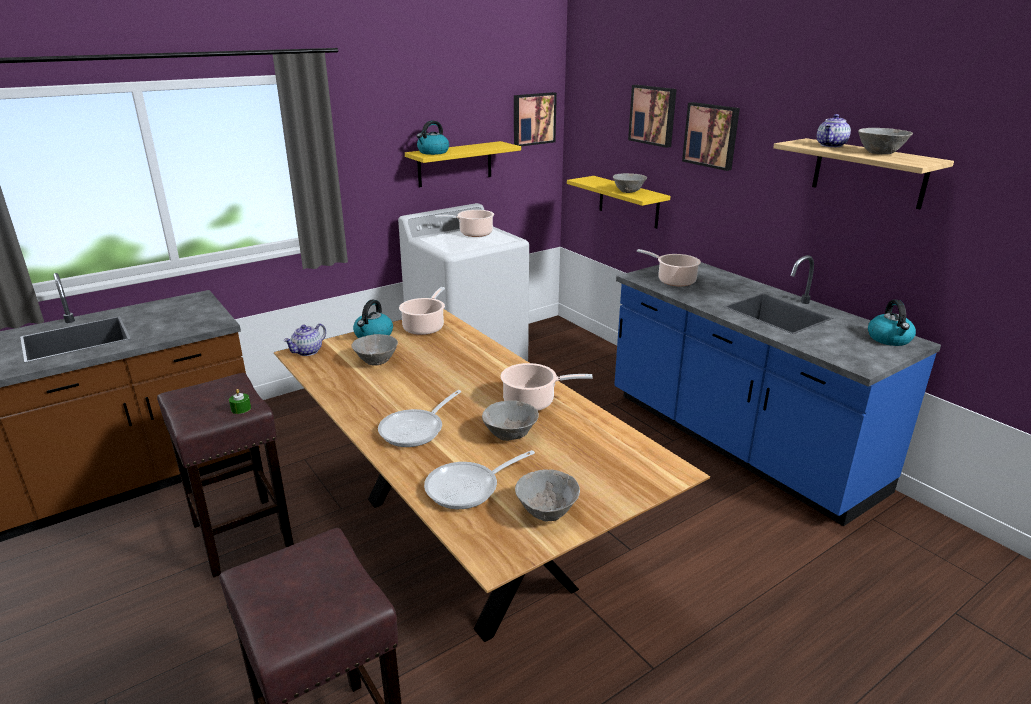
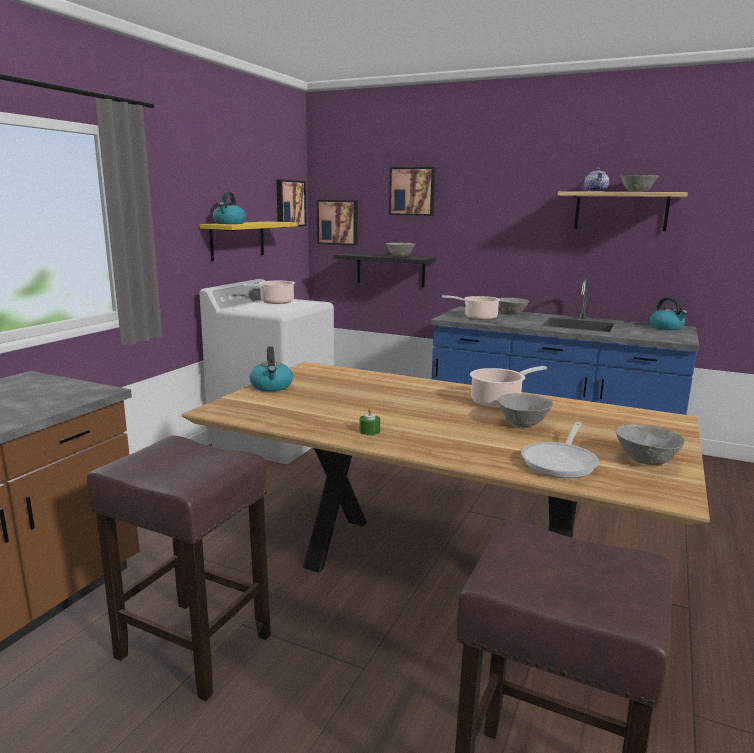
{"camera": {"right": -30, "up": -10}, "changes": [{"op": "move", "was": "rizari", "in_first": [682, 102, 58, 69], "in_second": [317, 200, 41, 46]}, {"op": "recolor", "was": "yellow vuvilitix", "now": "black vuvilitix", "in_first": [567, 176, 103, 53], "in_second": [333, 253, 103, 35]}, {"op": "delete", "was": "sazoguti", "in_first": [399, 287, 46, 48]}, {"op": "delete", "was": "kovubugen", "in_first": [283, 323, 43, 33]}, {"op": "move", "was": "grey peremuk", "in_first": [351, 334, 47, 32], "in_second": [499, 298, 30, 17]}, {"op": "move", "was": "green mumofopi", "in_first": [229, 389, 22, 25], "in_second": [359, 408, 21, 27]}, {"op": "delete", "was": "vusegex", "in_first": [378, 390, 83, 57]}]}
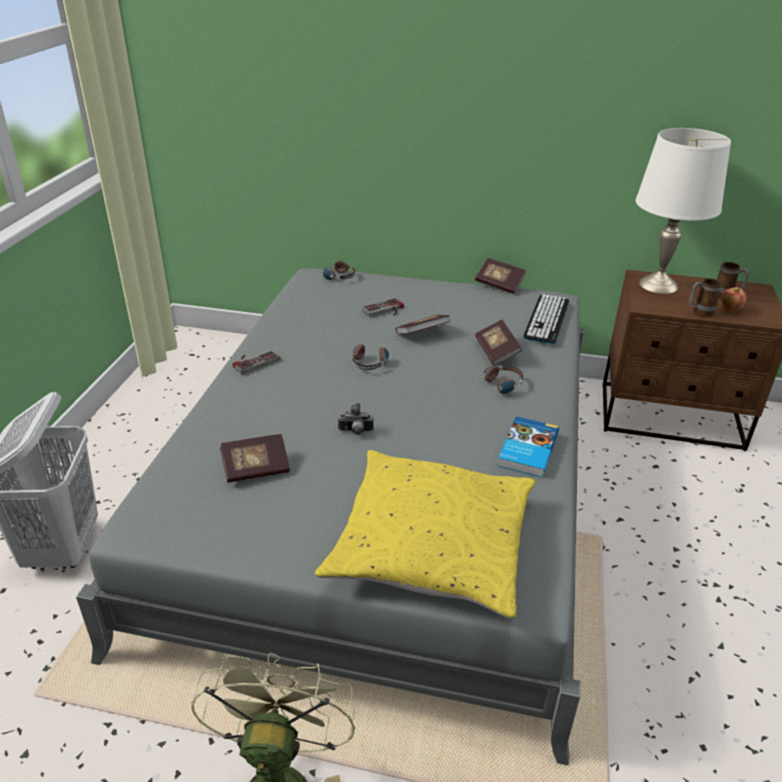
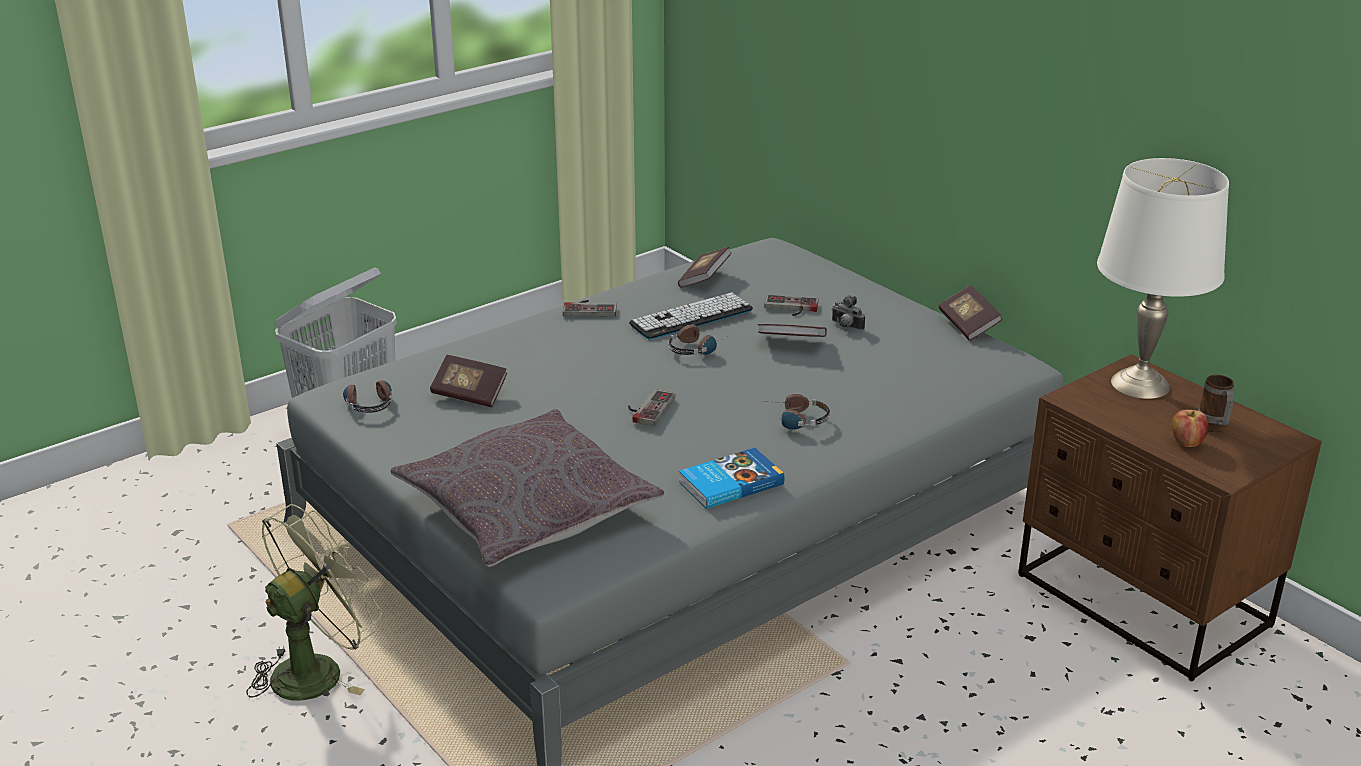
{"camera": {"right": 40, "up": -5}, "changes": [{"op": "move", "was": "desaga", "in_first": [323, 260, 33, 20], "in_second": [343, 376, 50, 37]}, {"op": "delete", "was": "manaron", "in_first": [689, 278, 33, 39]}, {"op": "move", "was": "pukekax", "in_first": [523, 294, 46, 50], "in_second": [629, 293, 124, 47]}, {"op": "move", "was": "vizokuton", "in_first": [475, 320, 47, 46], "in_second": [678, 247, 54, 41]}, {"op": "move", "was": "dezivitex", "in_first": [338, 403, 36, 32], "in_second": [832, 295, 33, 36]}, {"op": "recolor", "was": "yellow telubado", "now": "grey telubado", "in_first": [315, 450, 221, 169], "in_second": [390, 409, 274, 158]}, {"op": "insert", "now": "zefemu", "in_second": [628, 389, 47, 37]}]}
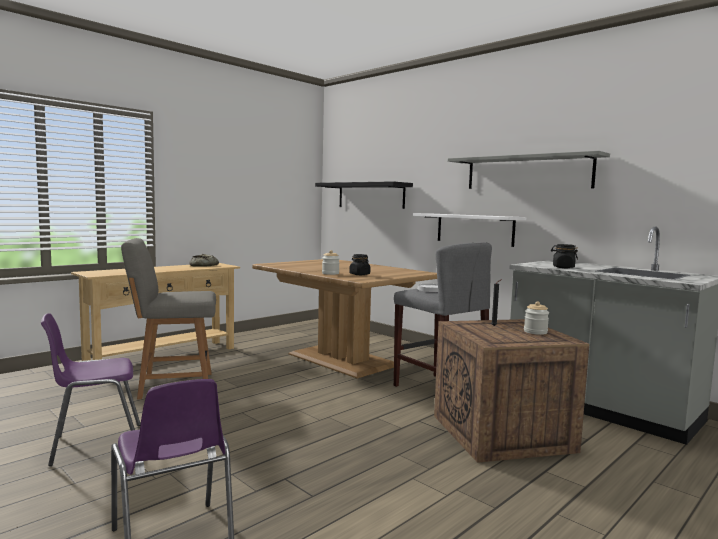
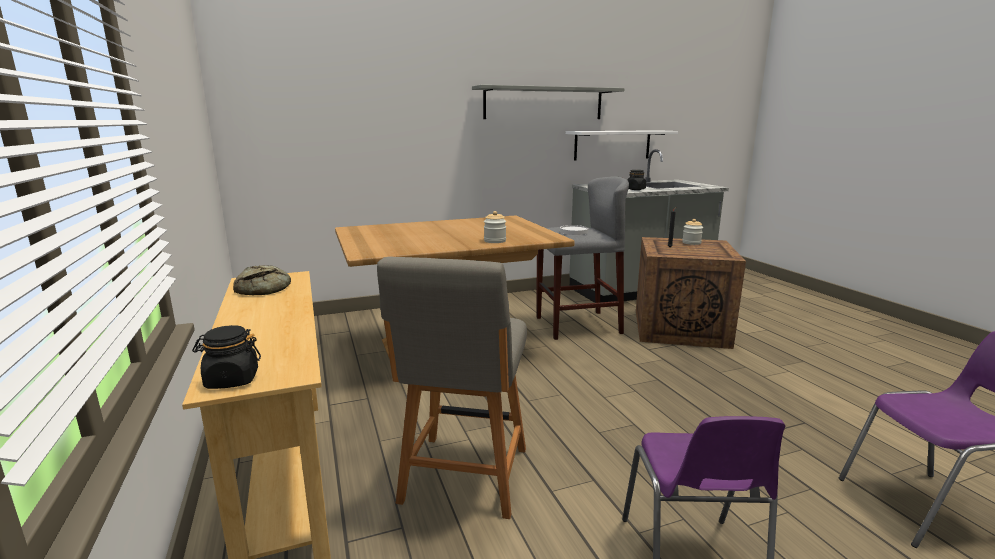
{"camera": {"right": -65, "up": 10}, "changes": [{"op": "delete", "was": "black vuvilitix", "in_first": [315, 181, 98, 28]}, {"op": "move", "was": "white vuvilitix", "in_first": [413, 213, 113, 34], "in_second": [566, 130, 112, 31]}, {"op": "move", "was": "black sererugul", "in_first": [349, 254, 21, 21], "in_second": [192, 325, 69, 64]}]}
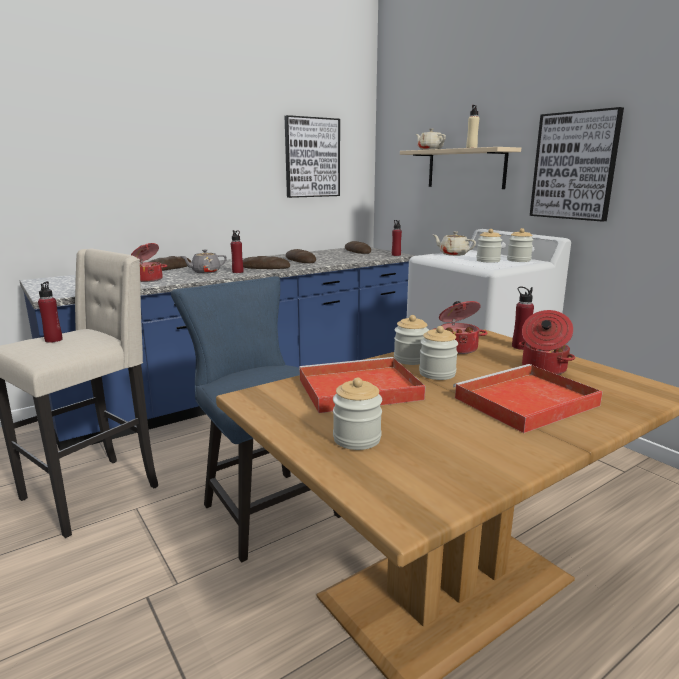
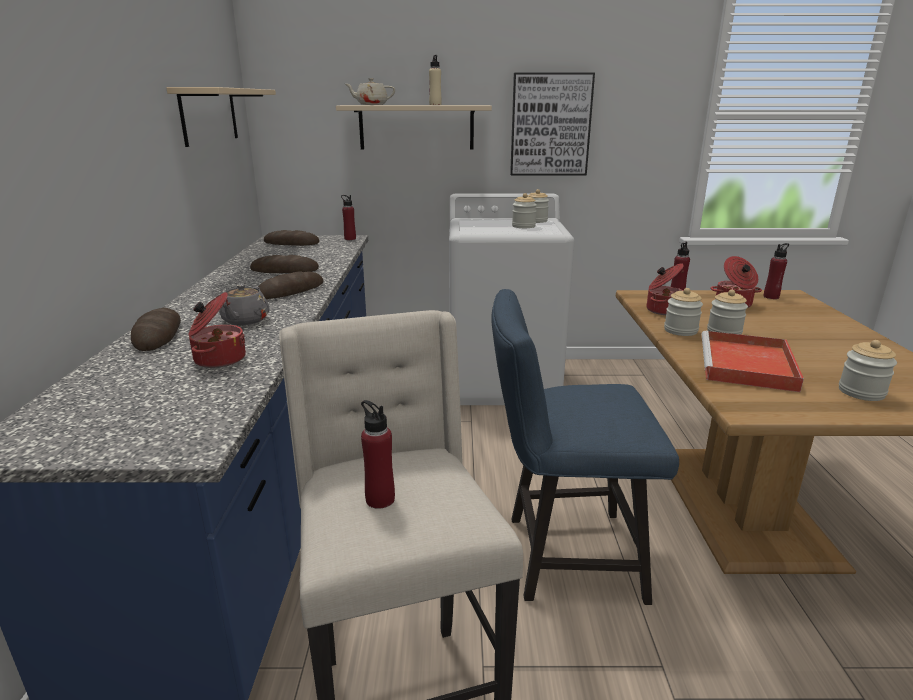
{"camera": {"right": -55, "up": 5}, "changes": [{"op": "replace", "was": "rizari", "now": "beige vuvilitix", "in_first": [285, 115, 55, 83], "in_second": [166, 87, 110, 60]}, {"op": "move", "was": "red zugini", "in_first": [231, 230, 13, 43], "in_second": [763, 243, 26, 56]}, {"op": "delete", "was": "beige kovubugen", "in_first": [433, 231, 43, 25]}, {"op": "delete", "was": "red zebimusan", "in_first": [453, 364, 150, 69]}]}
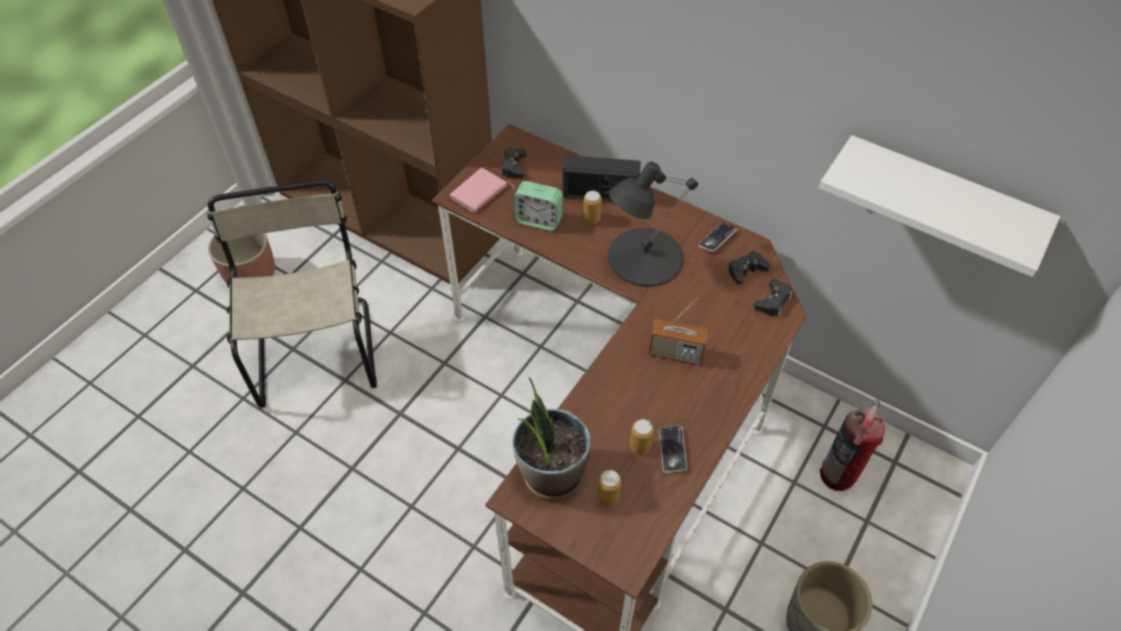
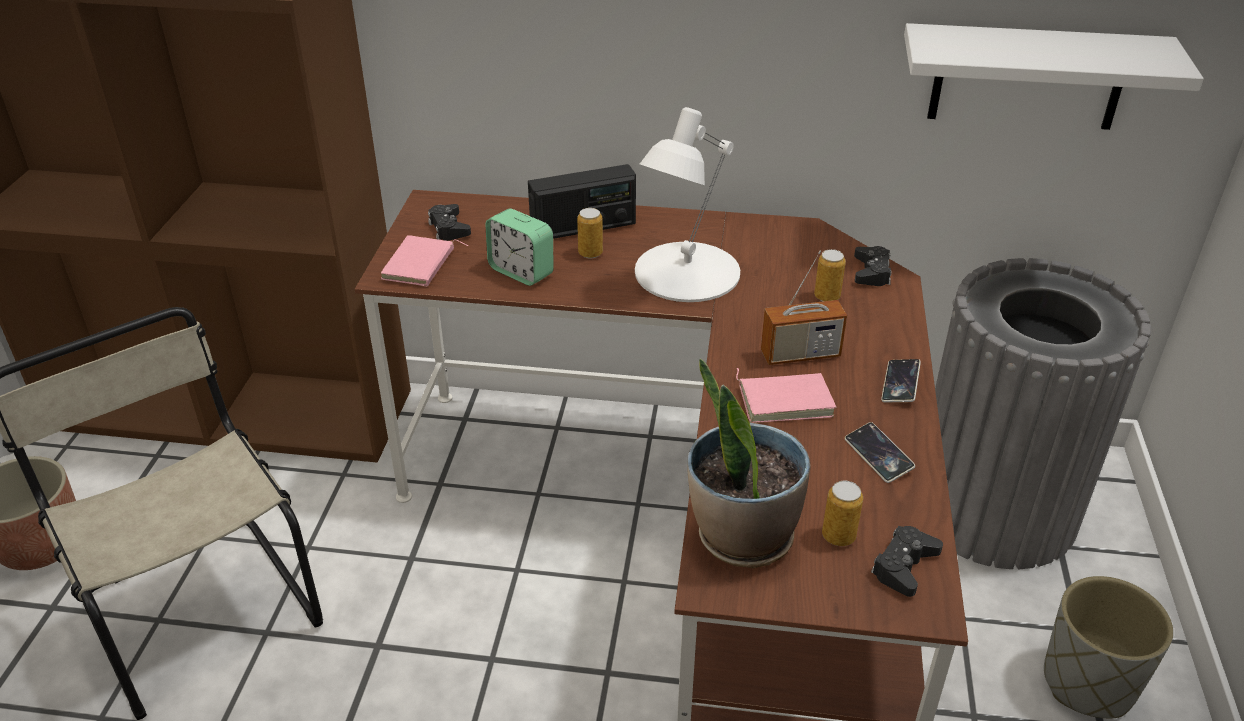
{"camera": {"right": -25, "up": -15}, "changes": [{"op": "recolor", "was": "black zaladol", "now": "white zaladol", "in_first": [608, 161, 90, 126], "in_second": [635, 107, 105, 195]}, {"op": "rotate", "was": "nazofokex", "in_first": [514, 181, 49, 50], "in_second": [485, 209, 69, 77], "clockwise": 45}, {"op": "move", "was": "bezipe", "in_first": [698, 223, 39, 29], "in_second": [881, 359, 40, 43]}, {"op": "move", "was": "black zefemu", "in_first": [728, 251, 43, 34], "in_second": [871, 526, 72, 71]}, {"op": "replace", "was": "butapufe", "now": "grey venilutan", "in_first": [819, 399, 66, 92], "in_second": [935, 258, 216, 311]}, {"op": "move", "was": "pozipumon", "in_first": [630, 419, 24, 36], "in_second": [814, 249, 32, 52]}, {"op": "insert", "now": "pink vizokuton", "in_second": [736, 368, 100, 55]}]}
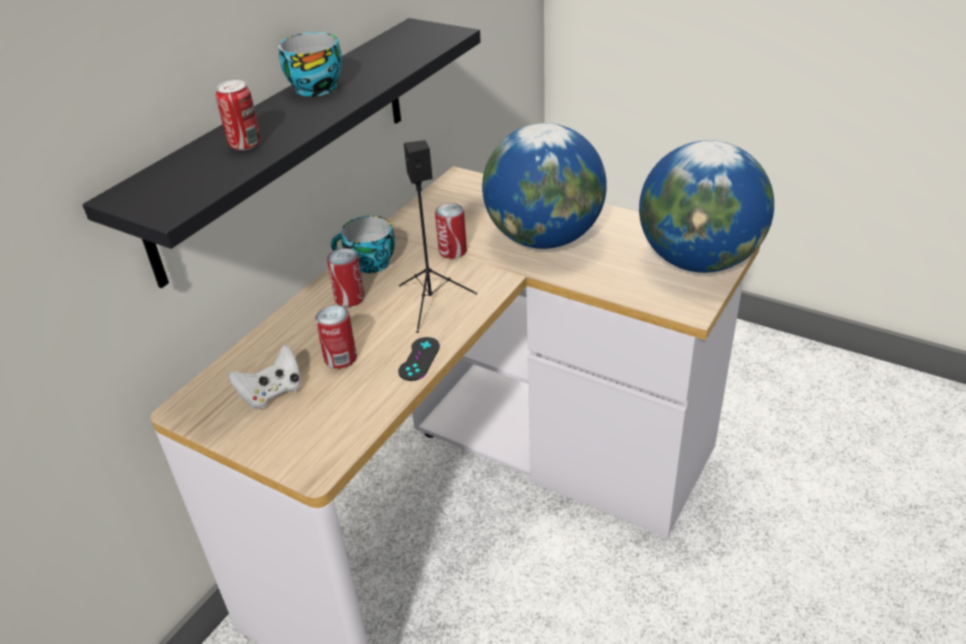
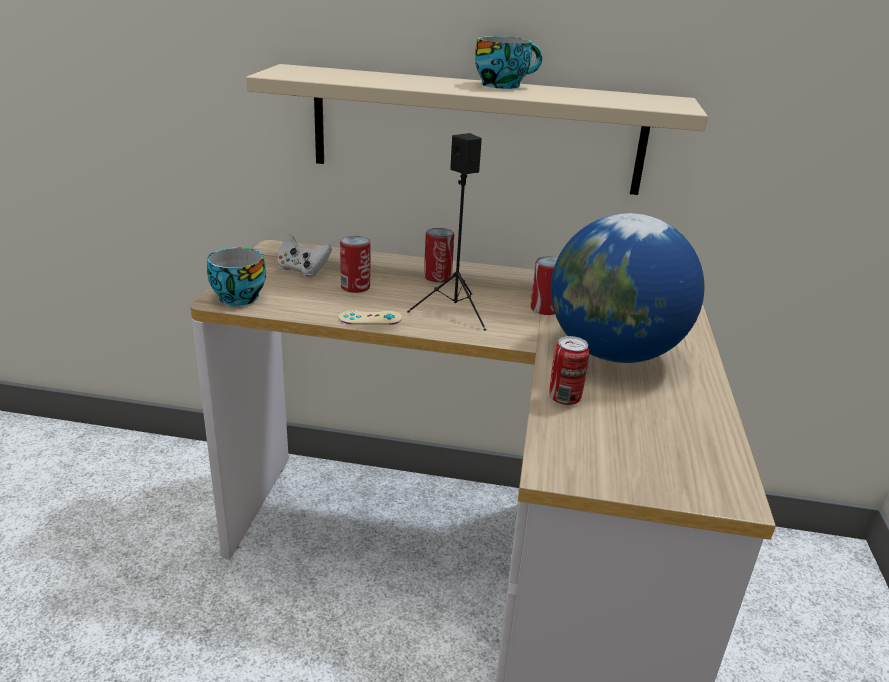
{"camera": {"right": 65, "up": -10}, "changes": [{"op": "recolor", "was": "black vuvilitix", "now": "beige vuvilitix", "in_first": [83, 18, 398, 270], "in_second": [246, 64, 462, 131]}, {"op": "move", "was": "pozipumon", "in_first": [216, 80, 44, 71], "in_second": [549, 336, 40, 69]}, {"op": "delete", "was": "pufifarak", "in_first": [639, 140, 135, 133]}, {"op": "move", "was": "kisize", "in_first": [331, 216, 64, 57], "in_second": [207, 247, 59, 59]}, {"op": "recolor", "was": "black zefemu", "now": "beige zefemu", "in_first": [398, 337, 42, 44], "in_second": [339, 310, 63, 15]}]}
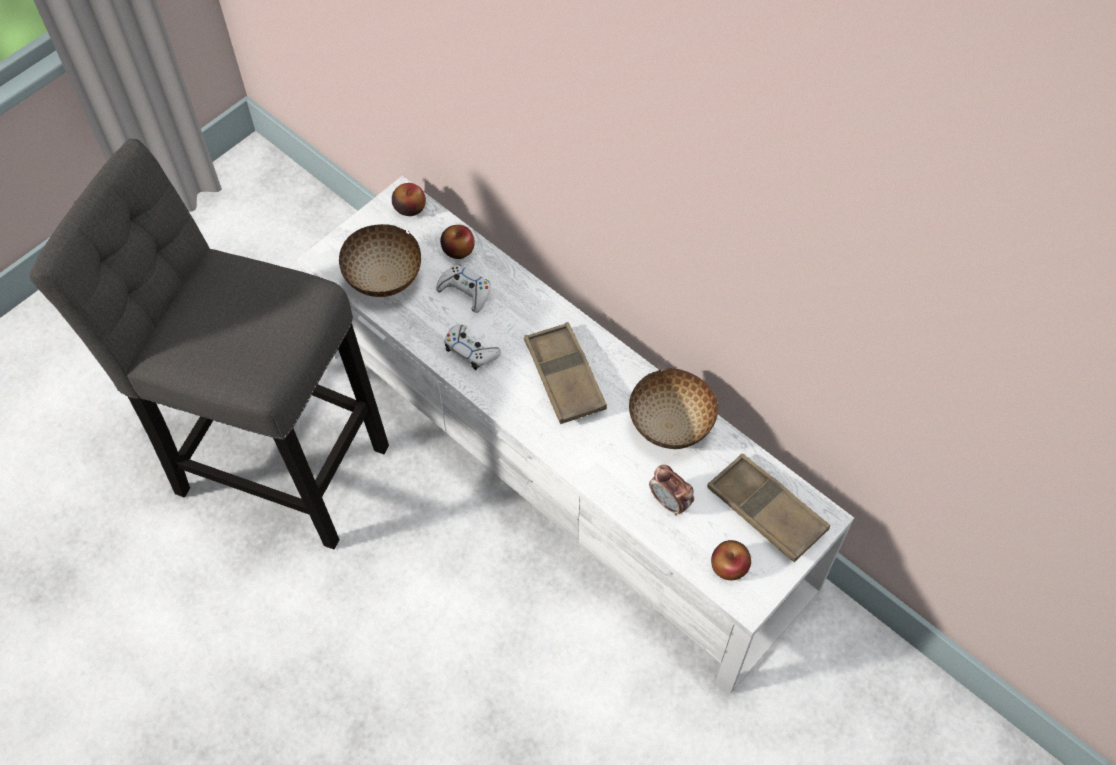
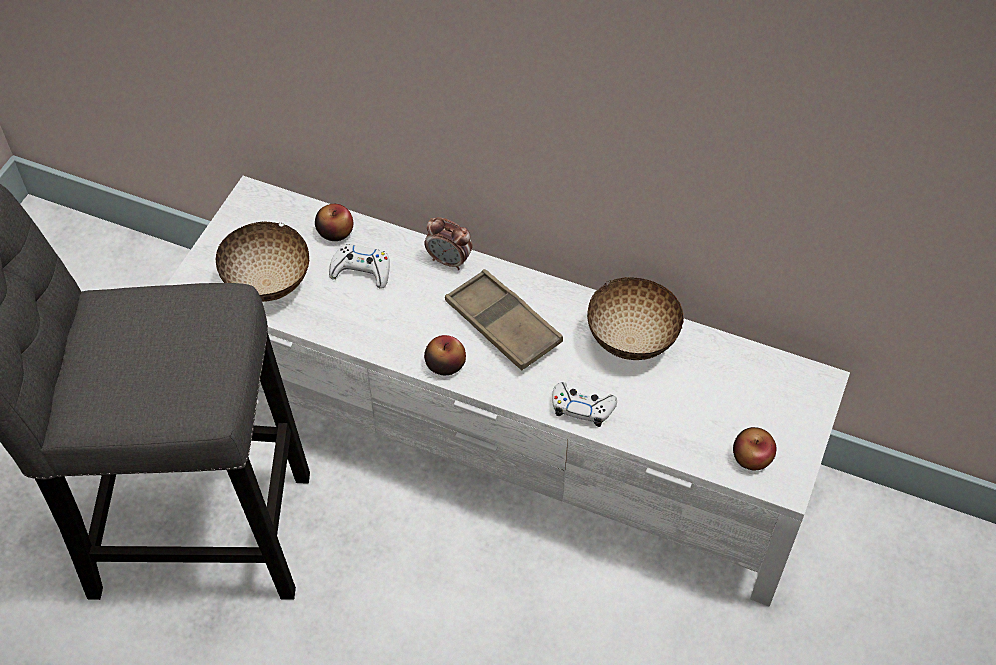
{"camera": {"right": -20, "up": -5}, "changes": [{"op": "move", "was": "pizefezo", "in_first": [392, 183, 34, 33], "in_second": [424, 335, 42, 40]}, {"op": "move", "was": "white zefemu", "in_first": [444, 324, 57, 46], "in_second": [552, 382, 65, 45]}, {"op": "delete", "was": "brown zebimusan", "in_first": [707, 453, 123, 109]}, {"op": "move", "was": "nazofokex", "in_first": [649, 465, 45, 51], "in_second": [424, 217, 48, 53]}]}
